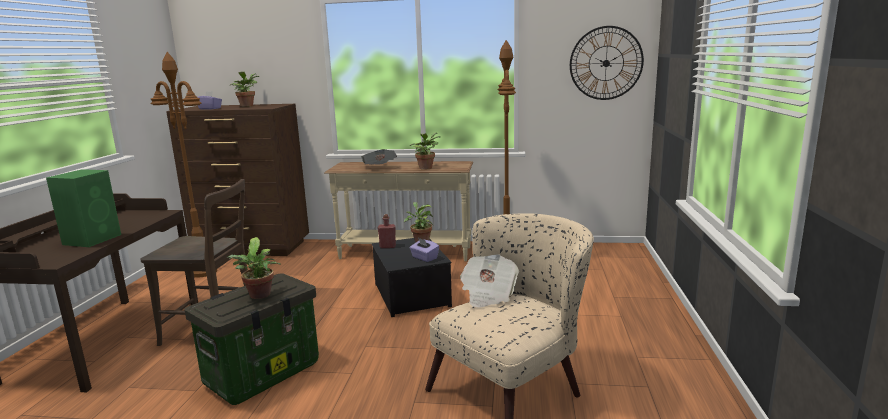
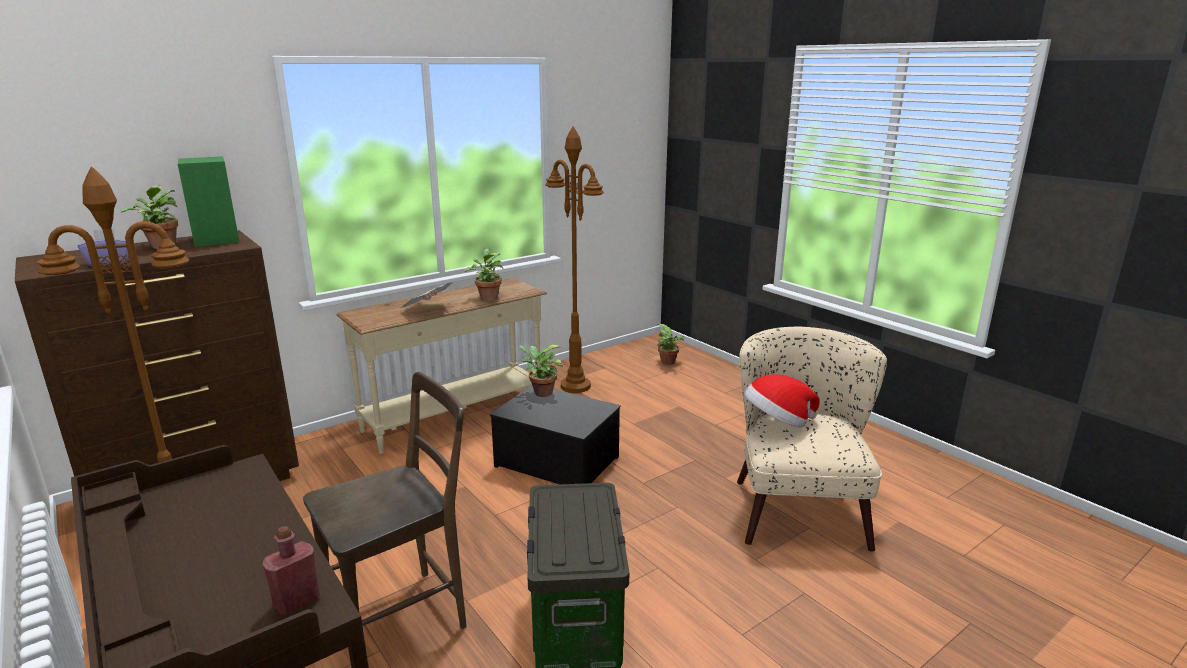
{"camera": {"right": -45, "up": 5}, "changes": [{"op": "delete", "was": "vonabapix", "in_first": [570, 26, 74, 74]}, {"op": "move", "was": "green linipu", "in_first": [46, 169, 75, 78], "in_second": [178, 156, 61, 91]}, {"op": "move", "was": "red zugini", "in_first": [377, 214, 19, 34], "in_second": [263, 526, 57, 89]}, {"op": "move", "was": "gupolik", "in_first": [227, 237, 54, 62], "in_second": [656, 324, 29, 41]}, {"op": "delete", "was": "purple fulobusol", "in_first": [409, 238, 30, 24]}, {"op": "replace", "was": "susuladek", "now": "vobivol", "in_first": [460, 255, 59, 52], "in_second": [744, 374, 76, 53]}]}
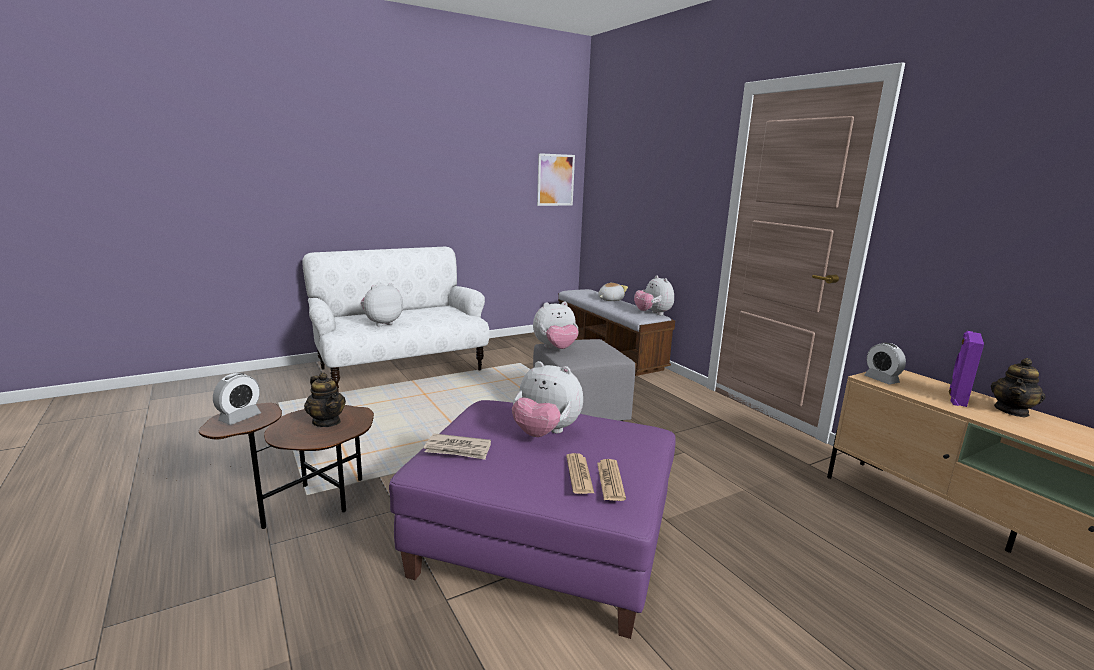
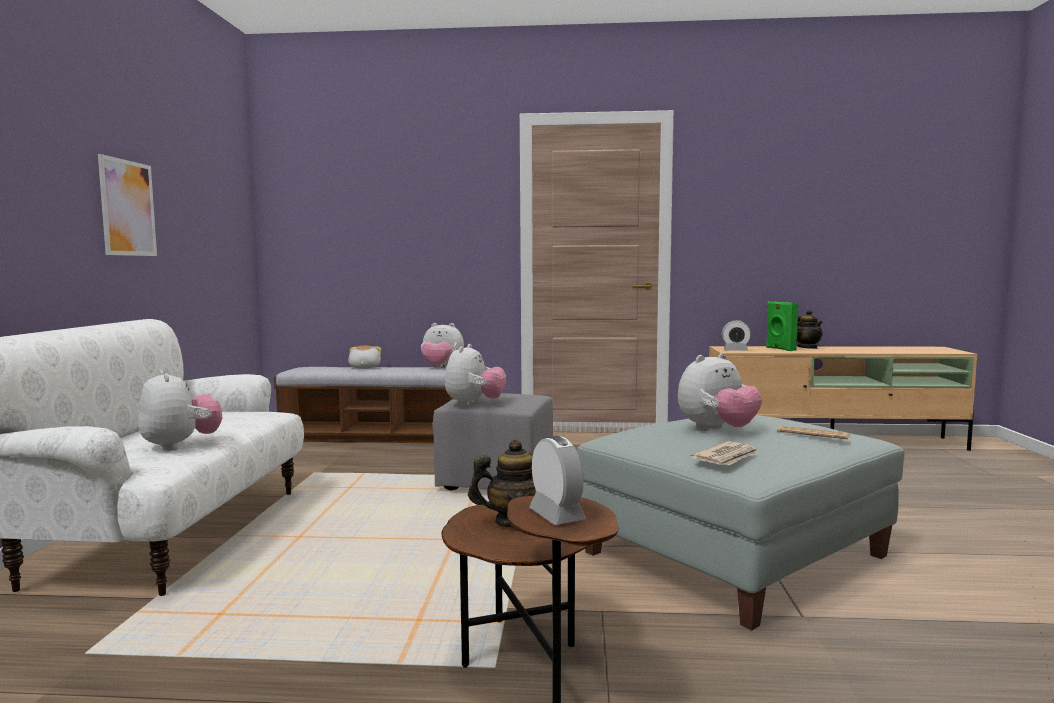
{"camera": {"right": -55, "up": -10}, "changes": [{"op": "move", "was": "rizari", "in_first": [537, 153, 38, 53], "in_second": [98, 154, 59, 102]}, {"op": "rotate", "was": "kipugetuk", "in_first": [361, 283, 42, 43], "in_second": [138, 370, 85, 81], "clockwise": 150}, {"op": "recolor", "was": "purple linipu", "now": "green linipu", "in_first": [949, 331, 35, 76], "in_second": [766, 301, 32, 50]}, {"op": "recolor", "was": "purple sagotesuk", "now": "grey sagotesuk", "in_first": [389, 400, 287, 239], "in_second": [577, 415, 328, 215]}, {"op": "delete", "was": "susuladek", "in_first": [597, 459, 29, 42]}]}
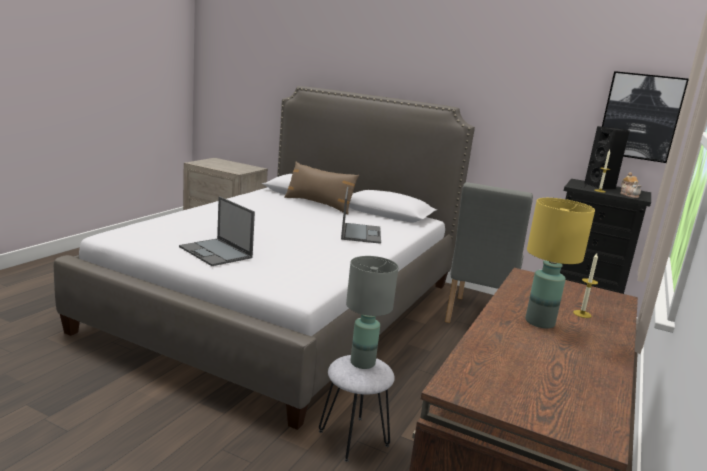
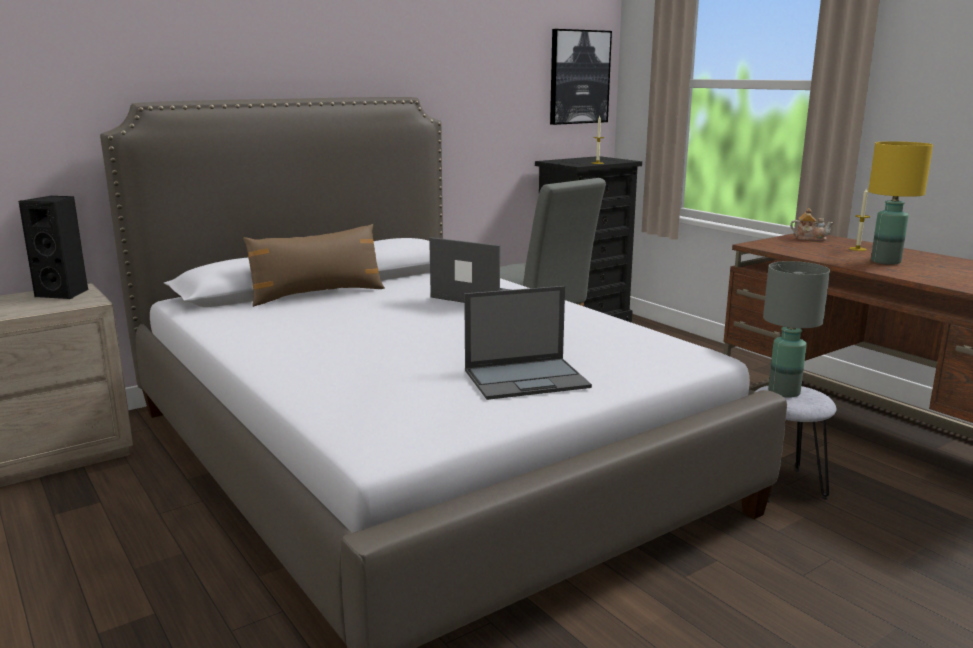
{"camera": {"right": -60, "up": 0}, "changes": [{"op": "move", "was": "black linipu", "in_first": [584, 126, 46, 63], "in_second": [18, 196, 70, 104]}, {"op": "move", "was": "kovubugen", "in_first": [620, 172, 21, 26], "in_second": [790, 208, 44, 33]}]}
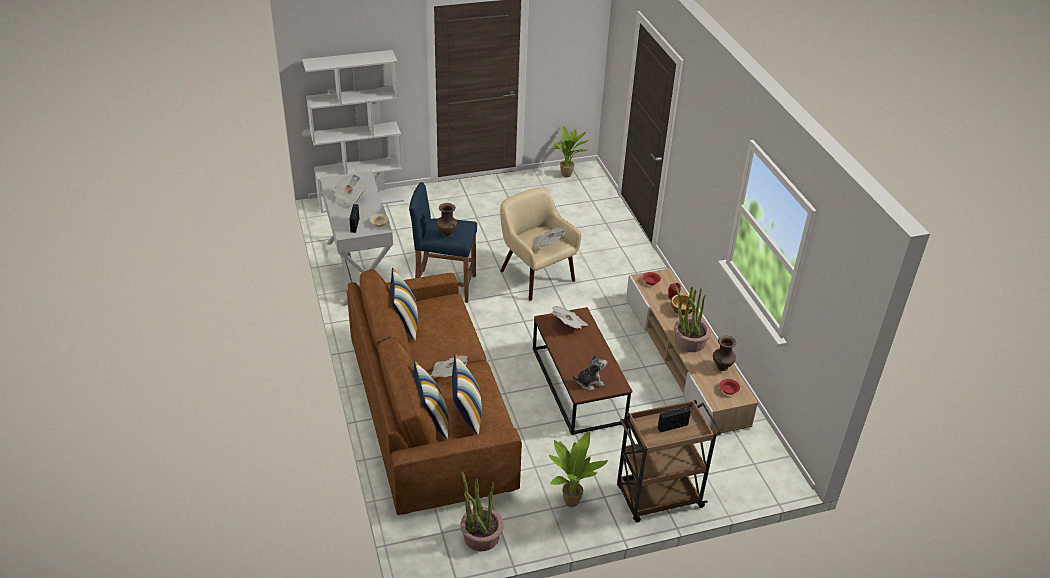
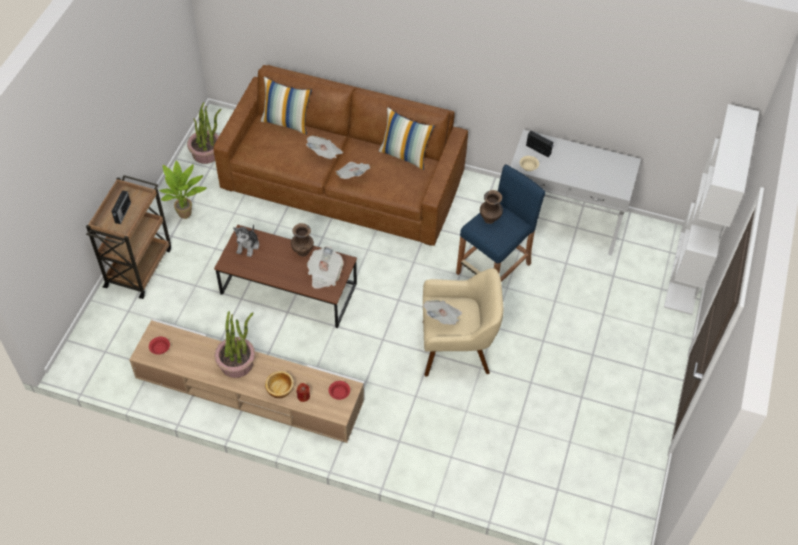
{"camera": {"right": 125, "up": 15}, "changes": [{"op": "delete", "was": "gupolik", "in_first": [550, 126, 39, 52]}, {"op": "move", "was": "susuladek", "in_first": [334, 175, 32, 32], "in_second": [335, 162, 35, 17]}, {"op": "move", "was": "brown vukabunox", "in_first": [713, 335, 23, 36], "in_second": [291, 223, 23, 34]}, {"op": "delete", "was": "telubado", "in_first": [452, 354, 30, 81]}]}
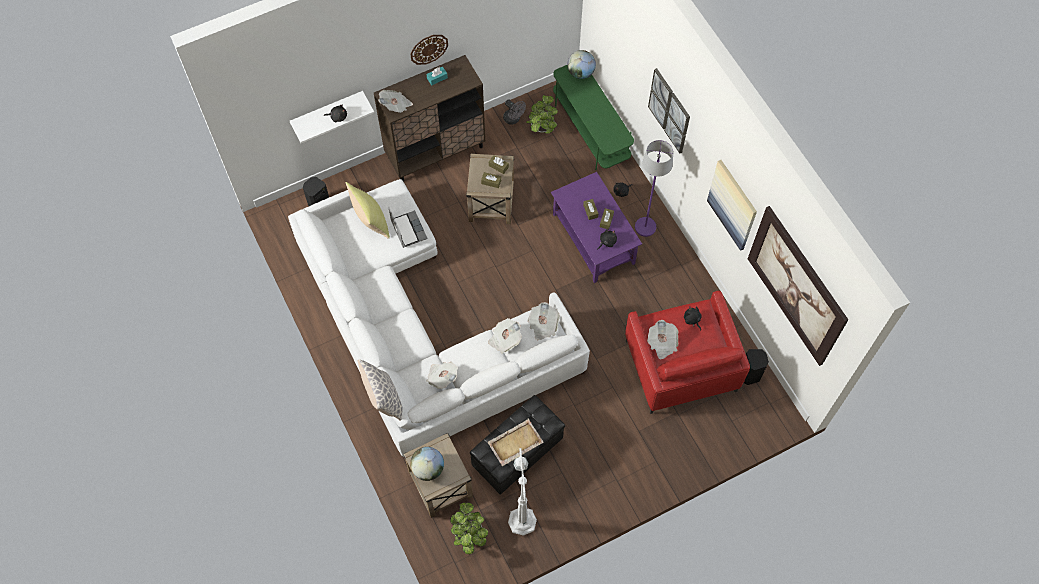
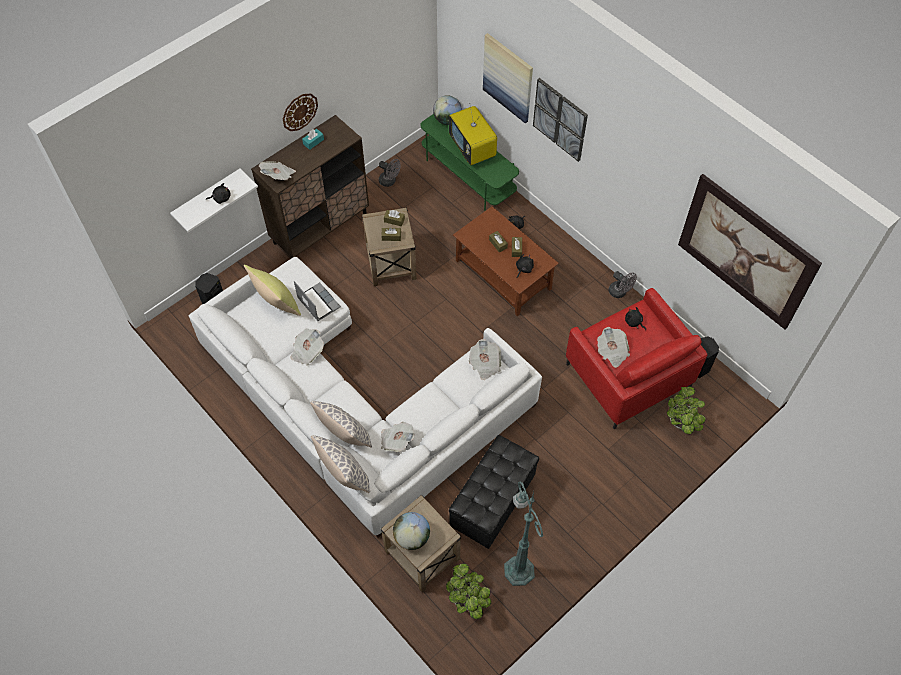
{"camera": {"right": -15, "up": -5}, "changes": [{"op": "move", "was": "gupolik", "in_first": [526, 95, 32, 38], "in_second": [667, 386, 39, 48]}, {"op": "delete", "was": "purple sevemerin", "in_first": [635, 140, 38, 97]}, {"op": "move", "was": "rizari", "in_first": [707, 160, 50, 91], "in_second": [483, 33, 50, 90]}, {"op": "recolor", "was": "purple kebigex", "now": "brown kebigex", "in_first": [551, 172, 91, 111], "in_second": [453, 206, 106, 110]}, {"op": "move", "was": "susuladek", "in_first": [488, 318, 34, 36], "in_second": [290, 328, 34, 38]}, {"op": "delete", "was": "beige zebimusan", "in_first": [487, 419, 57, 47]}, {"op": "recolor", "was": "white sevemerin", "now": "green sevemerin", "in_first": [508, 448, 29, 88], "in_second": [504, 481, 40, 105]}, {"op": "insert", "now": "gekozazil", "in_second": [449, 103, 48, 62]}, {"op": "insert", "now": "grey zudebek", "in_second": [608, 271, 29, 27]}, {"op": "insert", "now": "telubado", "in_second": [310, 401, 62, 47]}]}
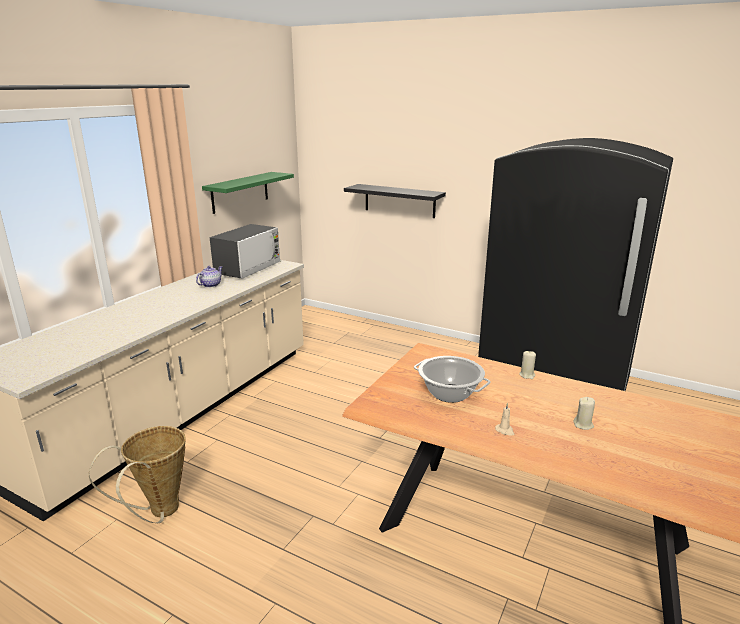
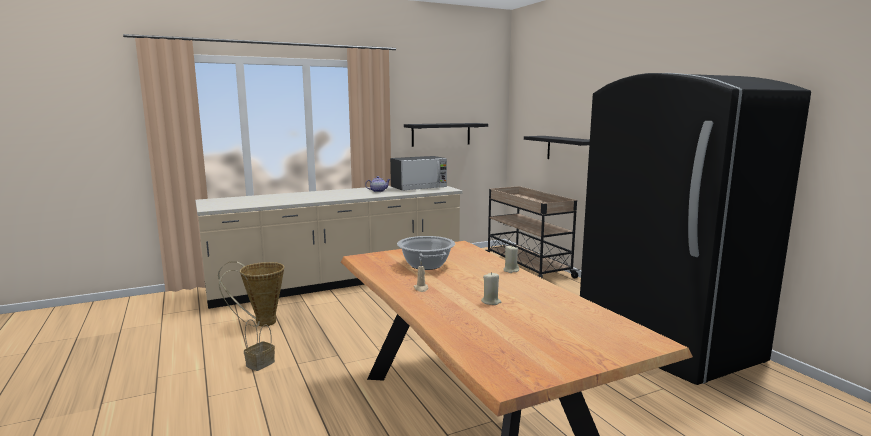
{"camera": {"right": 35, "up": -10}, "changes": [{"op": "recolor", "was": "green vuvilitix", "now": "black vuvilitix", "in_first": [202, 172, 92, 42], "in_second": [404, 123, 84, 24]}, {"op": "insert", "now": "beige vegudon", "in_second": [486, 186, 93, 93]}, {"op": "insert", "now": "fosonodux", "in_second": [244, 319, 31, 52]}]}
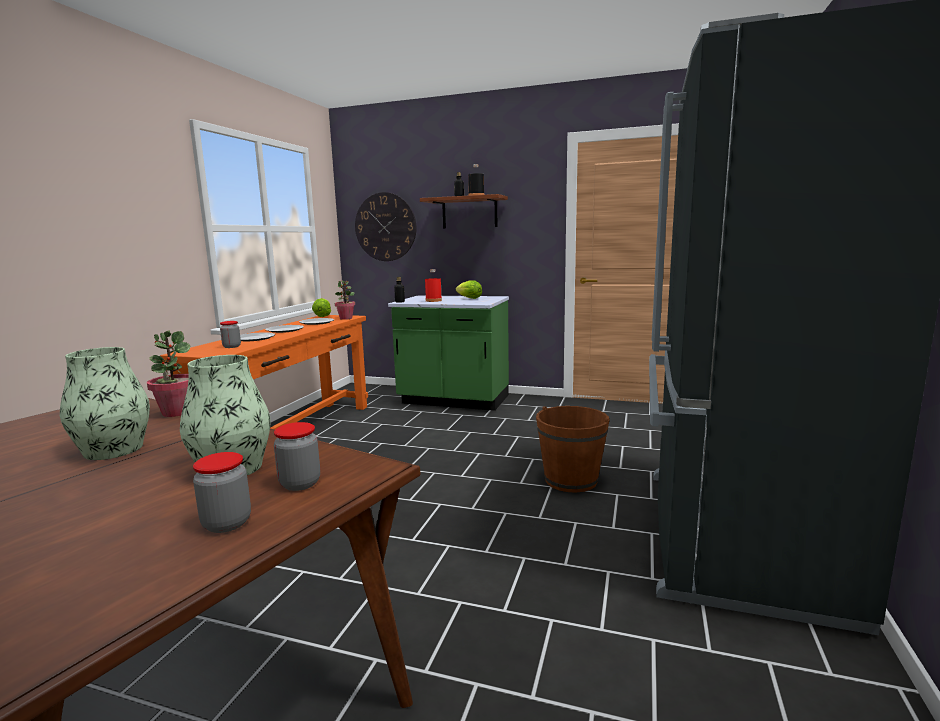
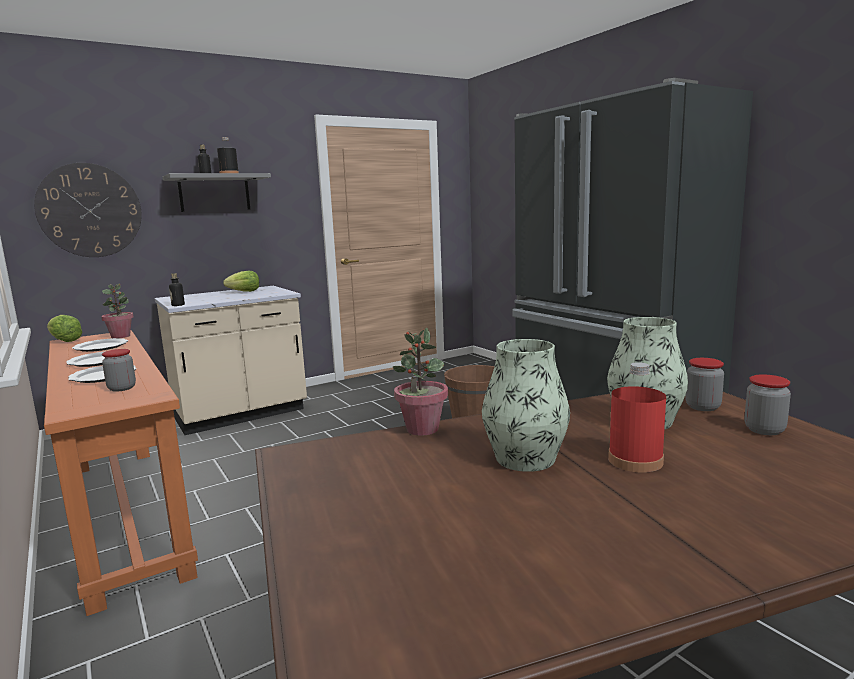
{"camera": {"right": -50, "up": 0}, "changes": [{"op": "recolor", "was": "brown vuvilitix", "now": "grey vuvilitix", "in_first": [420, 194, 88, 35], "in_second": [163, 173, 108, 39]}, {"op": "move", "was": "red zugini", "in_first": [425, 269, 17, 33], "in_second": [608, 362, 58, 111]}, {"op": "recolor", "was": "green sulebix", "now": "beige sulebix", "in_first": [388, 295, 121, 116], "in_second": [155, 286, 152, 149]}]}
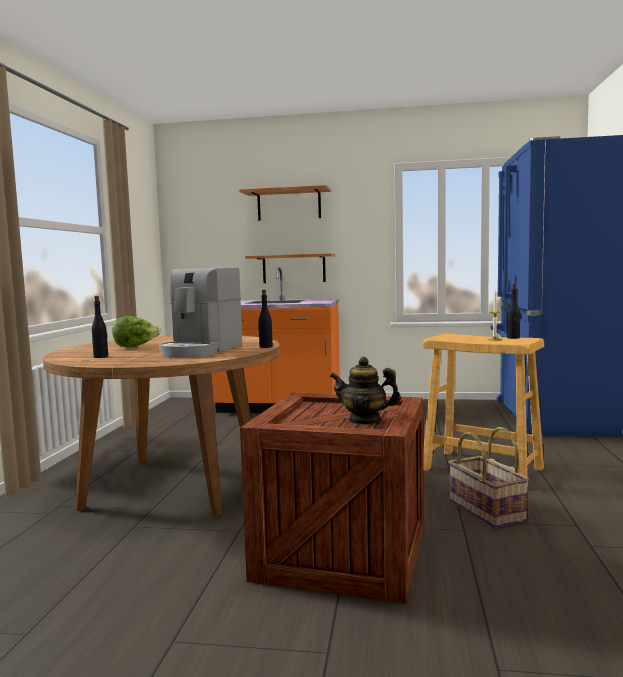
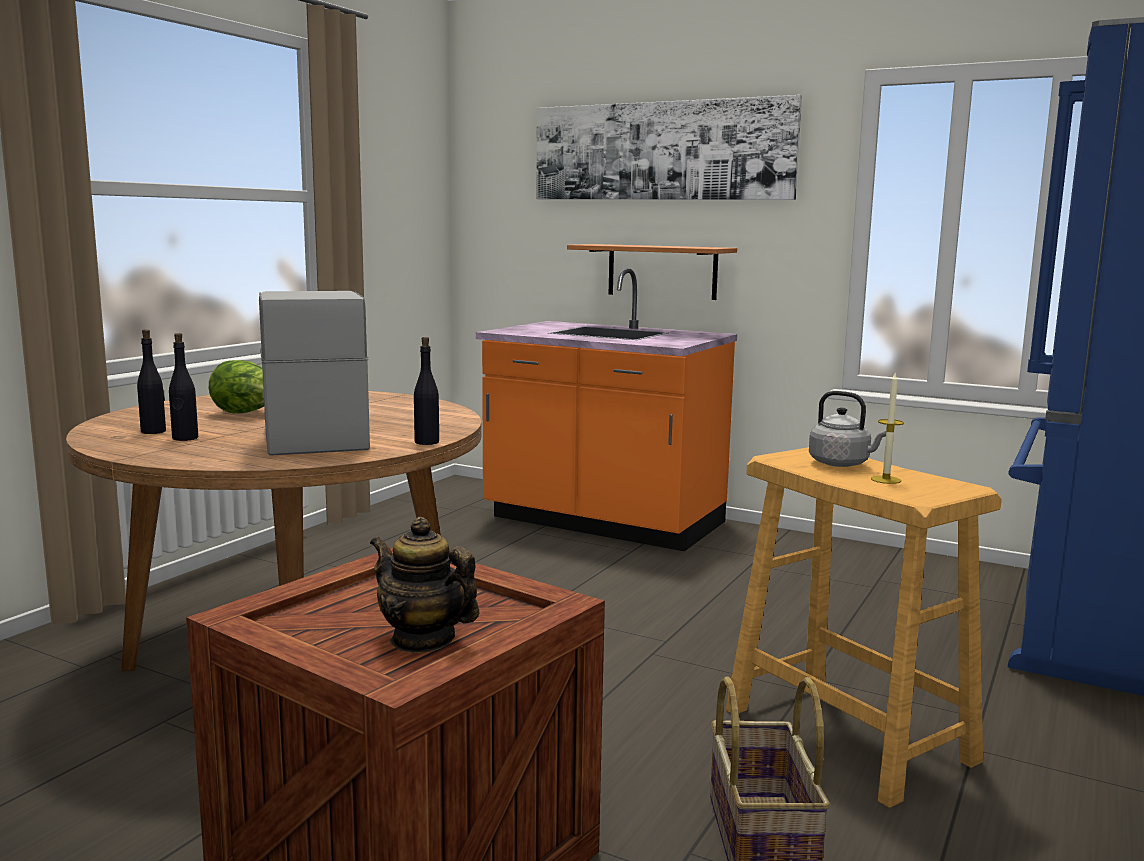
{"camera": {"right": 20, "up": 5}, "changes": [{"op": "replace", "was": "vuvilitix", "now": "rizari", "in_first": [239, 185, 92, 36], "in_second": [536, 95, 266, 105]}, {"op": "rotate", "was": "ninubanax", "in_first": [159, 268, 83, 90], "in_second": [259, 291, 111, 165], "clockwise": 120}, {"op": "move", "was": "black zugini", "in_first": [507, 284, 13, 55], "in_second": [169, 333, 29, 108]}, {"op": "insert", "now": "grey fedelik", "in_second": [809, 391, 77, 76]}]}
